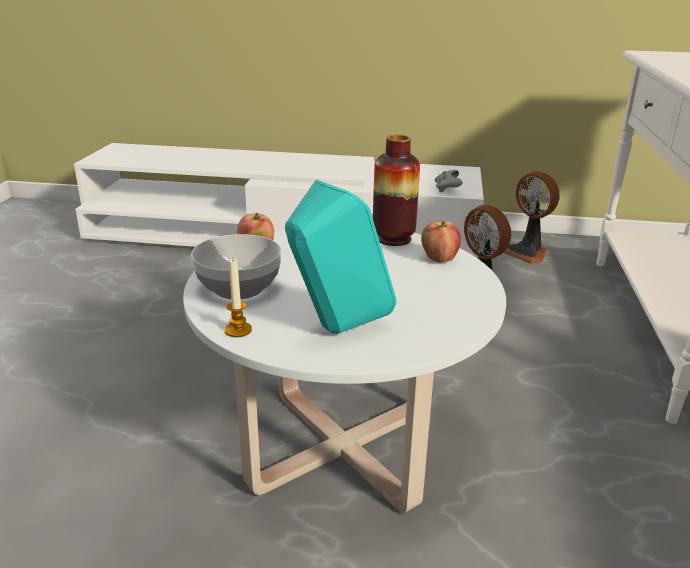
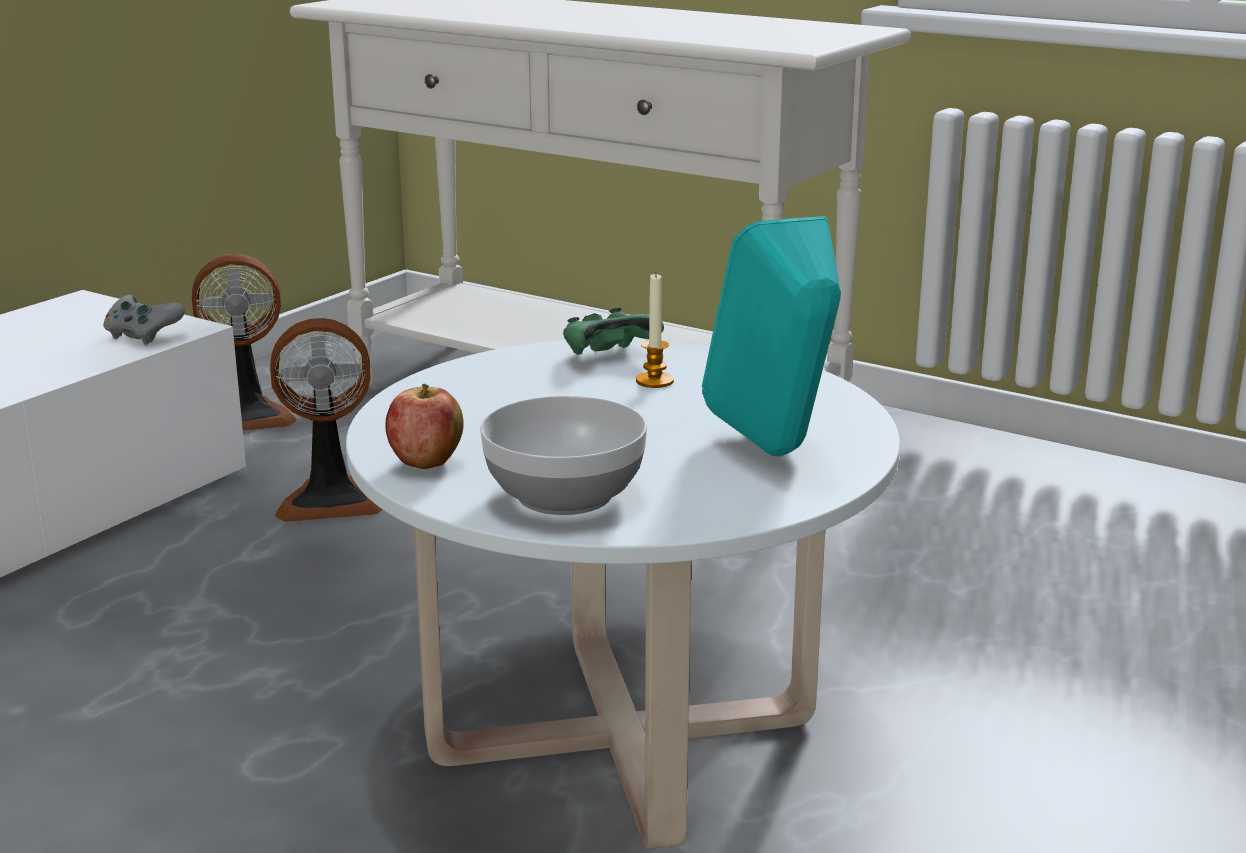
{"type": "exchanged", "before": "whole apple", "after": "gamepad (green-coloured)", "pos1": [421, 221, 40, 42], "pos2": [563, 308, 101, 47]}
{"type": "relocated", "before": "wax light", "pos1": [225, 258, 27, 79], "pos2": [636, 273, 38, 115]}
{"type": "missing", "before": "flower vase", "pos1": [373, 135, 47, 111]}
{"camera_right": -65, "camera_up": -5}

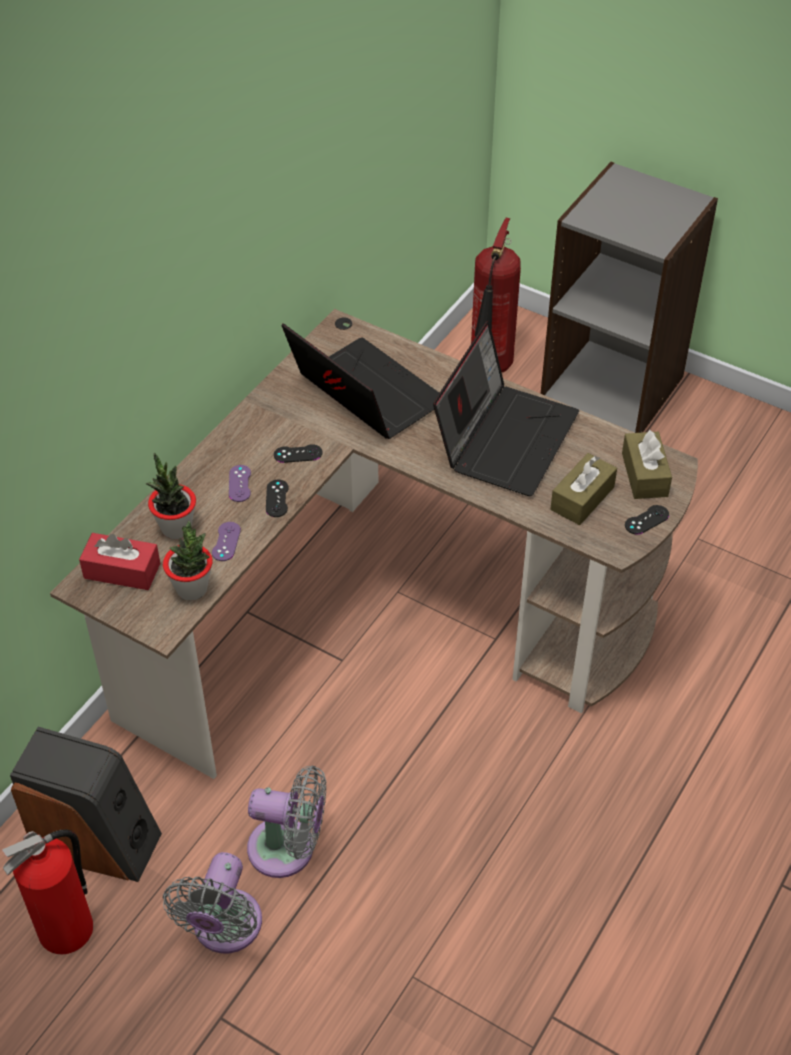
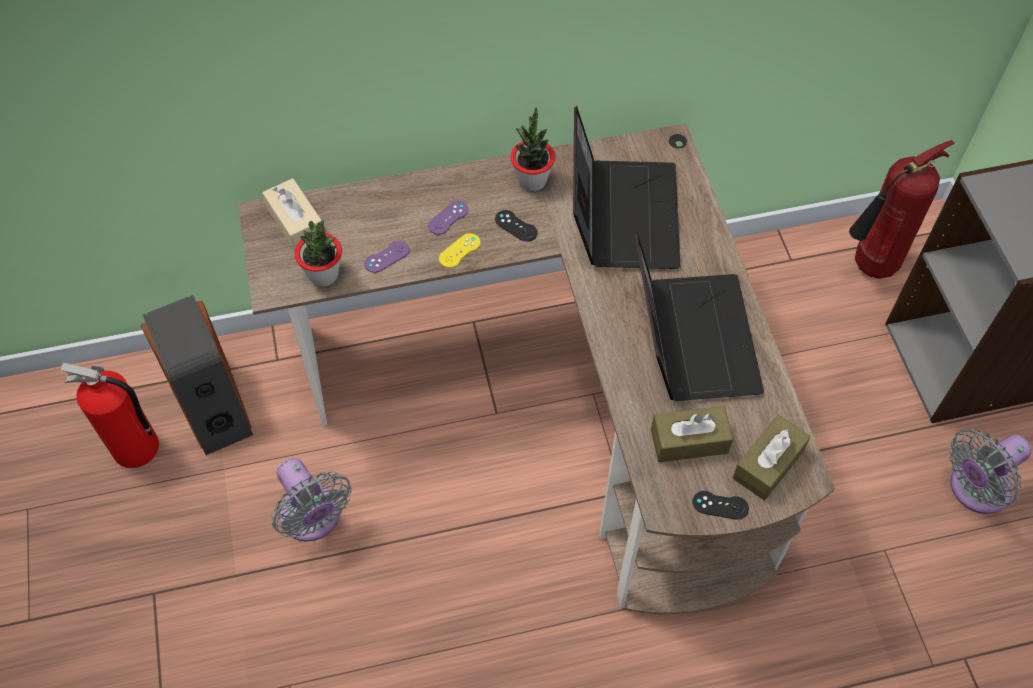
{"type": "colour", "before": "box of tissues (reddish)", "after": "box of tissues (sand-coloured)", "pos1": [79, 533, 81, 57], "pos2": [262, 178, 59, 74]}
{"type": "colour", "before": "gamepad (black)", "after": "gamepad (yellowish)", "pos1": [266, 480, 23, 37], "pos2": [439, 233, 41, 35]}
{"type": "relocated", "before": "potted plant", "pos1": [146, 452, 50, 87], "pos2": [510, 107, 45, 84]}
{"type": "spun", "before": "notebook computer", "pos1": [433, 321, 146, 175], "pos2": [634, 231, 130, 170], "turn": -75}
{"type": "relocated", "before": "cooling fan (gray)", "pos1": [163, 852, 99, 101], "pos2": [949, 429, 83, 85]}
{"camera_right": 45, "camera_up": 10}

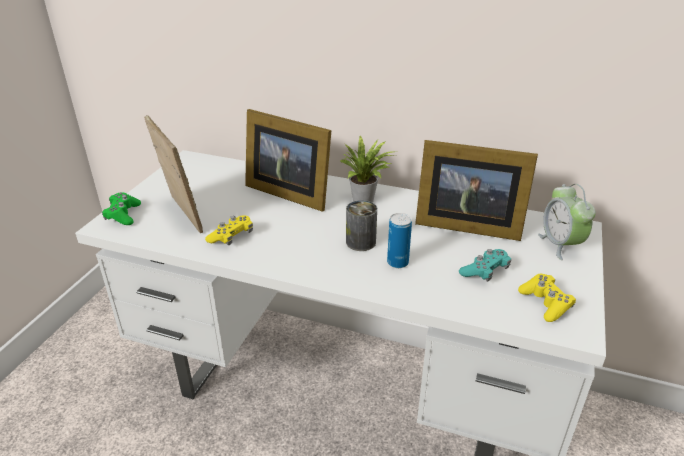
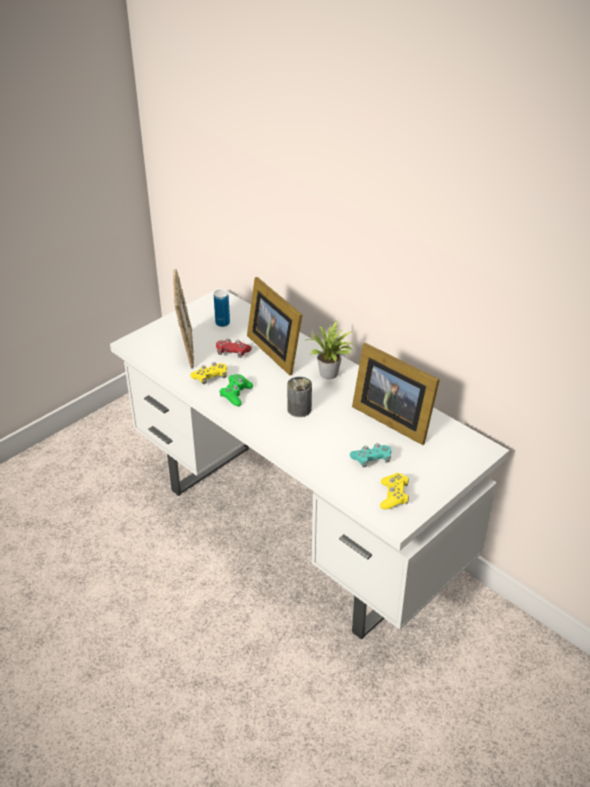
{"type": "relocated", "before": "metal can", "pos1": [387, 213, 25, 55], "pos2": [214, 289, 16, 38]}
{"type": "appeared", "after": "gamepad (reddish)", "pos2": [216, 338, 36, 20]}
{"type": "relocated", "before": "gamepad (green-coloured)", "pos1": [102, 192, 39, 33], "pos2": [220, 374, 33, 32]}
{"type": "missing", "before": "bedside clock", "pos1": [538, 184, 58, 76]}
{"camera_right": 25, "camera_up": 5}

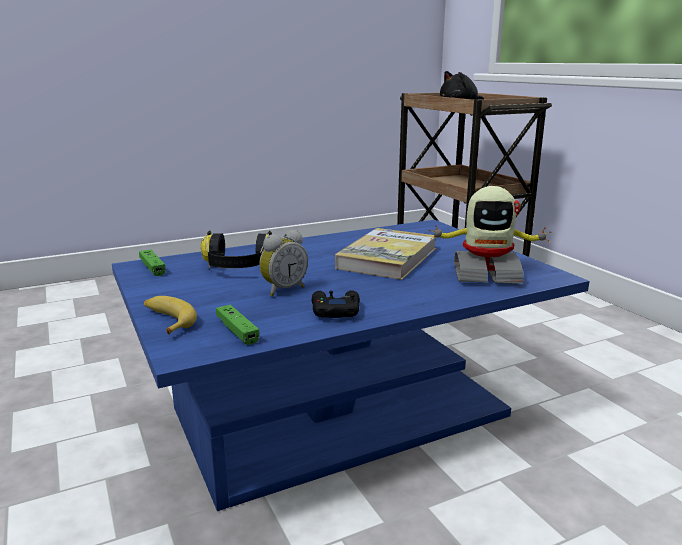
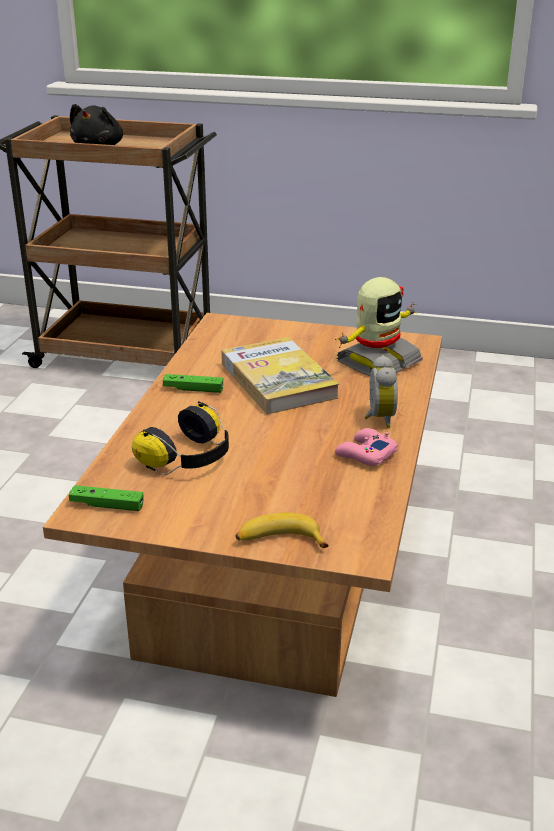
{"type": "colour", "before": "lounge table (bluish)", "after": "lounge table (brownish)", "pos1": [112, 220, 478, 291], "pos2": [43, 313, 399, 384]}
{"type": "relocated", "before": "gamepad (green-coloured)", "pos1": [216, 305, 43, 40], "pos2": [163, 374, 60, 19]}
{"type": "colour", "before": "gamepad (black)", "after": "gamepad (pinkish)", "pos1": [312, 290, 48, 28], "pos2": [335, 428, 63, 38]}
{"type": "relocated", "before": "bedside clock", "pos1": [259, 230, 49, 67], "pos2": [364, 355, 34, 73]}
{"camera_right": -50, "camera_up": 10}

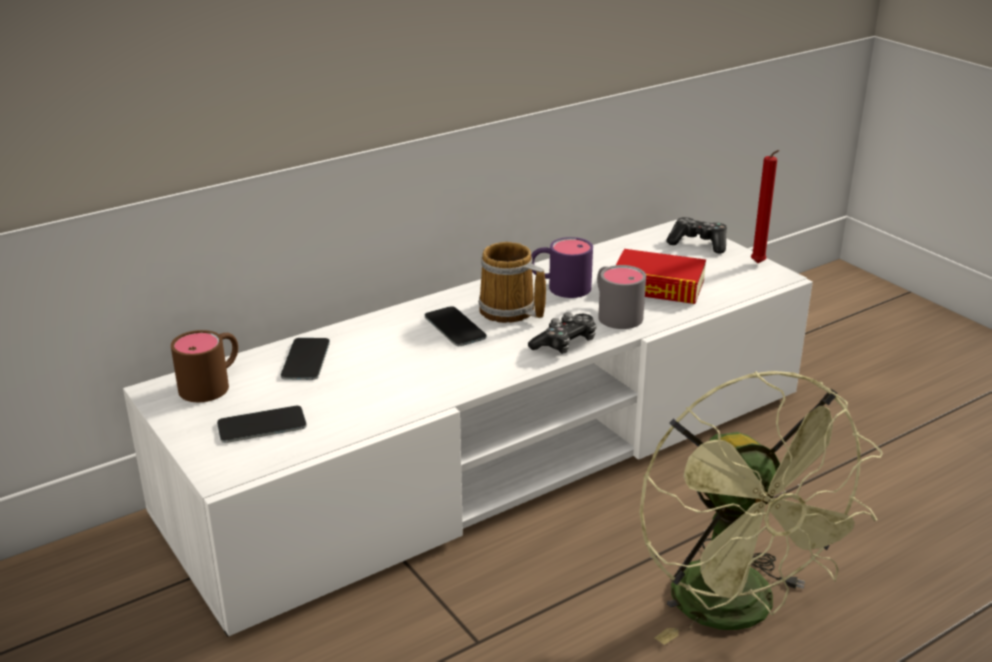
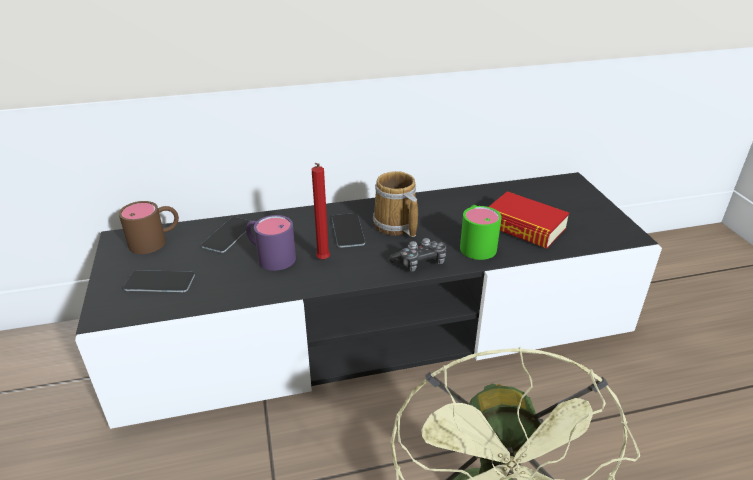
{"type": "colour", "before": "tv unit (whitish)", "after": "tv unit (black)", "pos1": [123, 220, 690, 417], "pos2": [75, 172, 587, 257]}
{"type": "relocated", "before": "mug (purplish)", "pos1": [531, 237, 62, 61], "pos2": [246, 215, 50, 56]}
{"type": "relocated", "before": "wax light (reddish)", "pos1": [751, 150, 28, 113], "pos2": [312, 163, 18, 97]}
{"type": "colour", "before": "mug (gray)", "after": "mug (green-coloured)", "pos1": [597, 265, 49, 64], "pos2": [460, 205, 42, 55]}
{"type": "missing", "before": "gamepad", "pos1": [666, 217, 61, 37]}
{"camera_right": 20, "camera_up": 5}

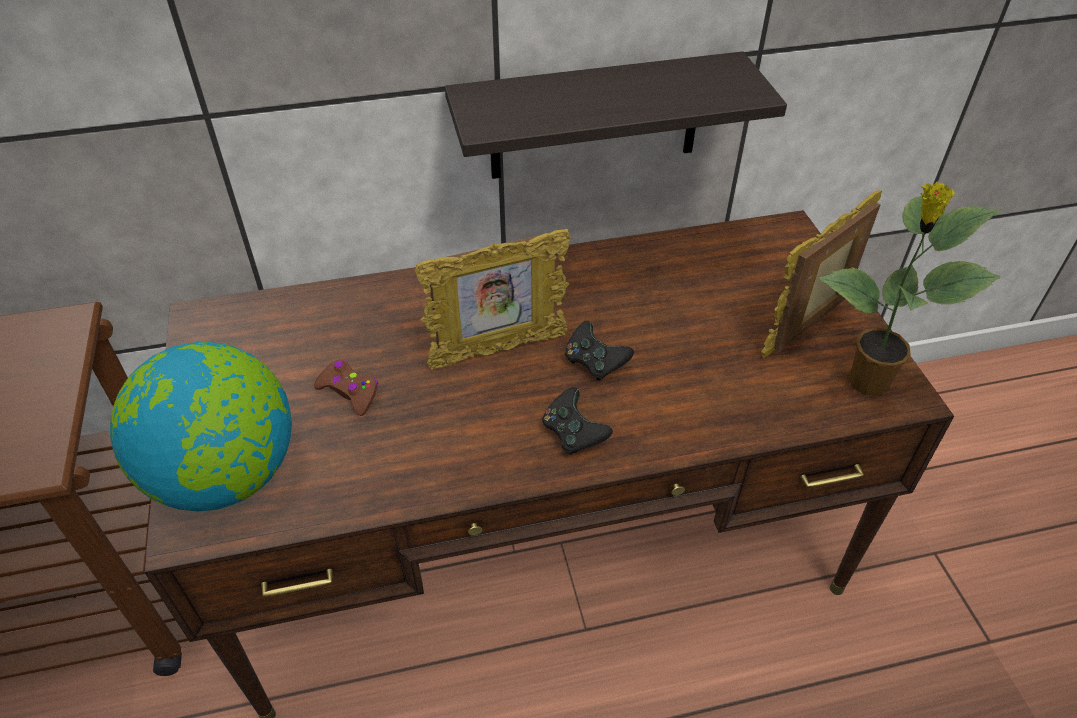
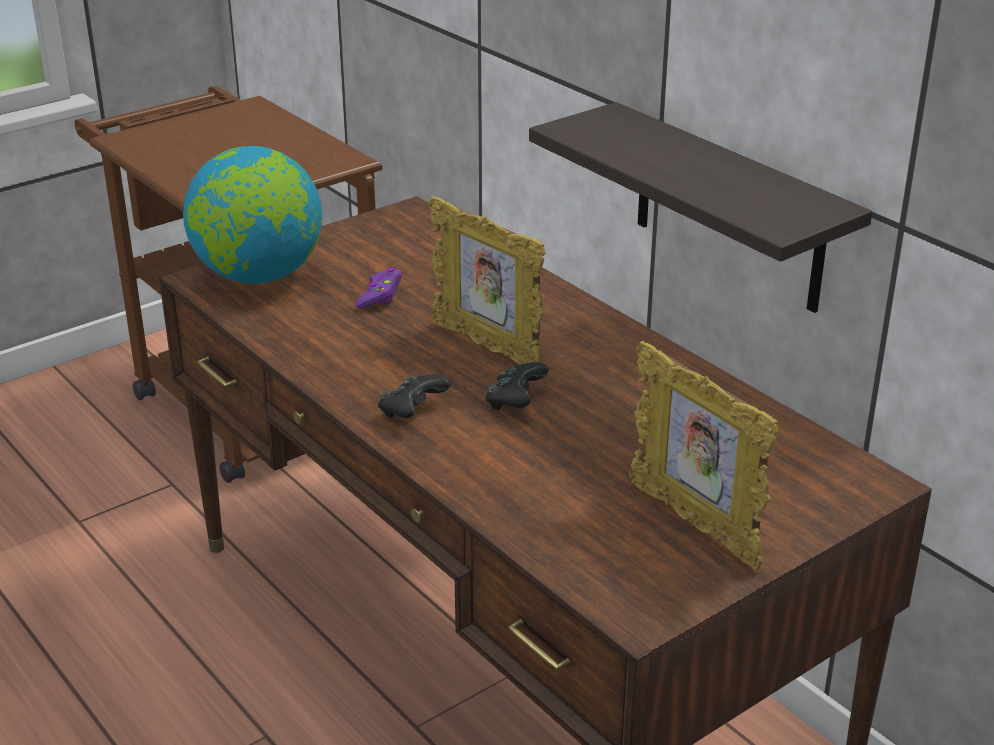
{"type": "colour", "before": "gamepad (brownish)", "after": "gamepad (purplish)", "pos1": [314, 359, 64, 57], "pos2": [355, 268, 47, 41]}
{"type": "spun", "before": "photo frame", "pos1": [761, 190, 121, 168], "pos2": [629, 341, 150, 228], "turn": -150}
{"type": "missing", "before": "potted plant", "pos1": [818, 182, 183, 214]}
{"camera_right": 65, "camera_up": -15}

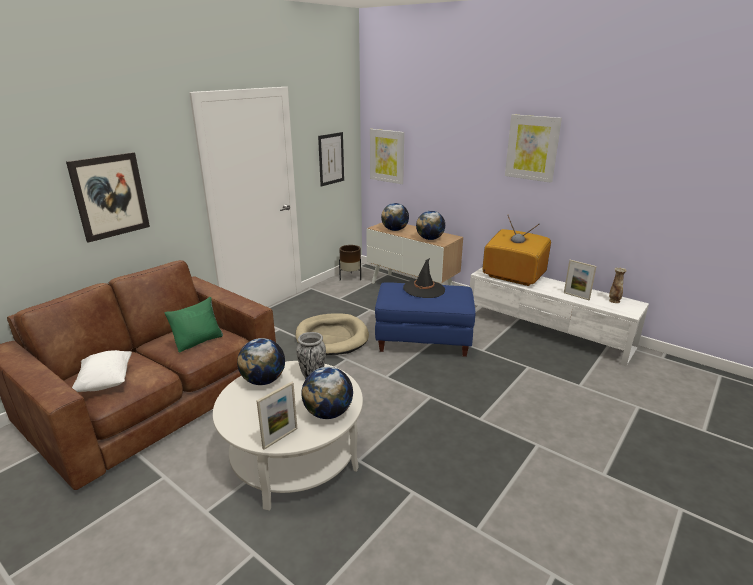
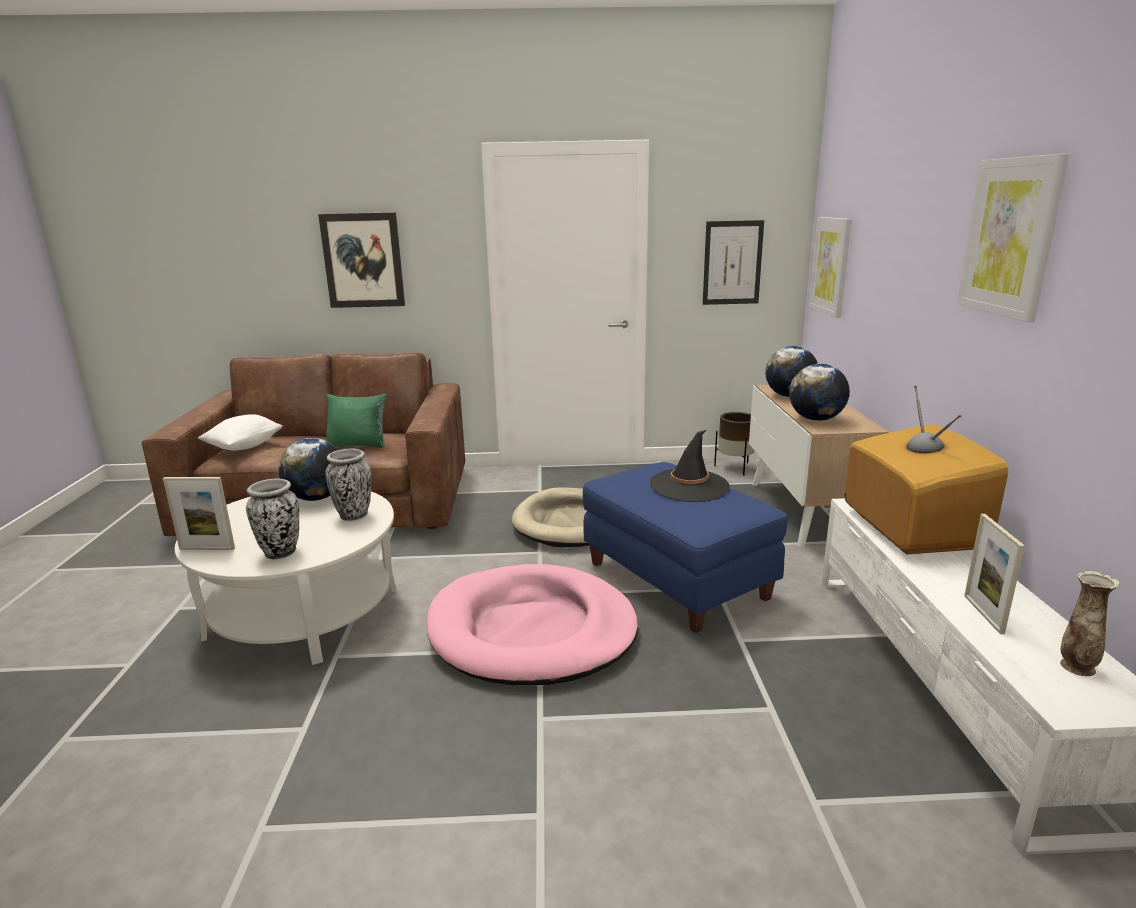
{"type": "exchanged", "before": "world globe", "after": "flower vase", "pos1": [302, 367, 51, 52], "pos2": [246, 479, 53, 80]}
{"type": "appeared", "after": "pet bed (pinkish)", "pos2": [426, 564, 212, 121]}
{"camera_right": 50, "camera_up": -5}

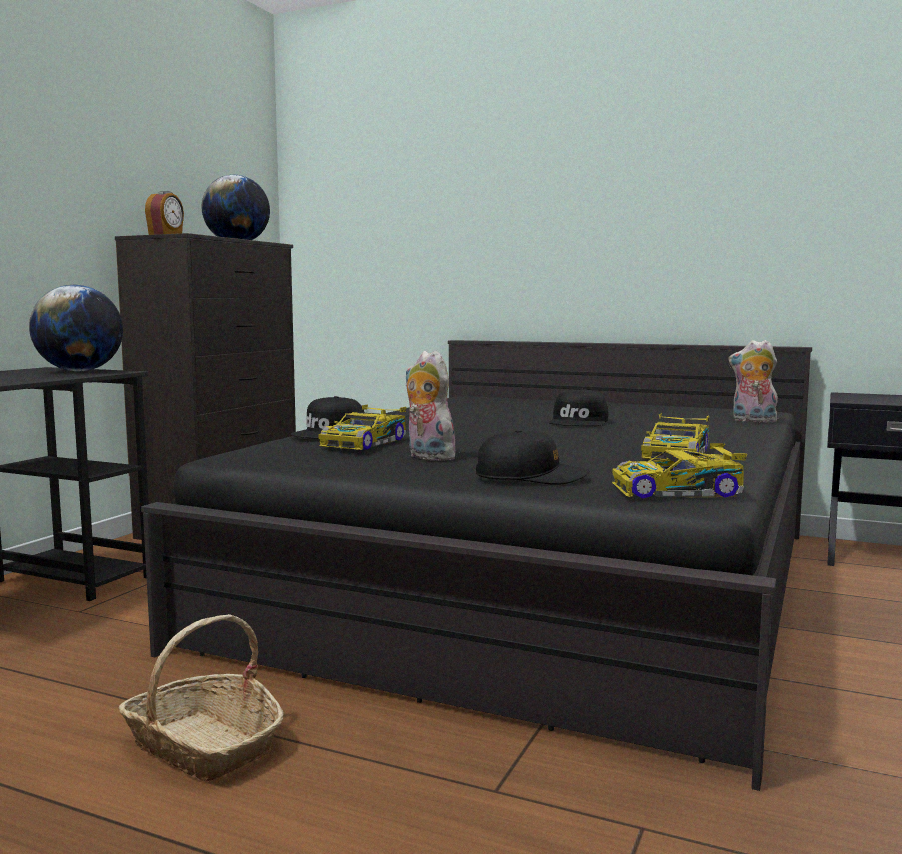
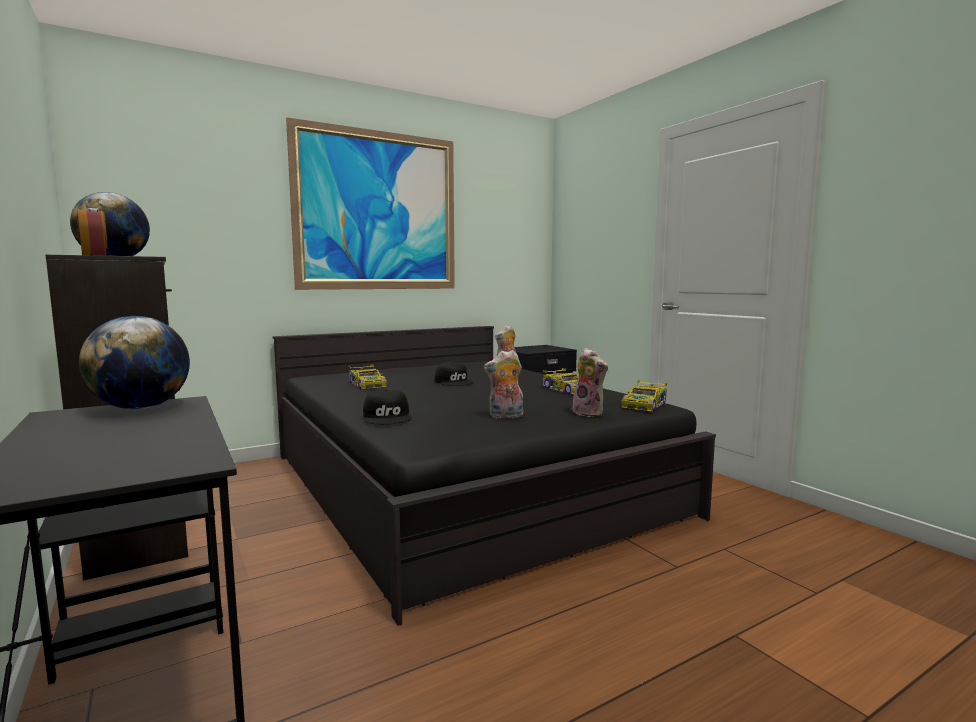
{"type": "appeared", "after": "picture", "pos2": [286, 117, 169, 173]}
{"type": "relocated", "before": "toy car", "pos1": [318, 404, 88, 46], "pos2": [349, 364, 38, 25]}
{"type": "exchanged", "before": "peaked cap (black)", "after": "soft toy", "pos1": [476, 430, 113, 55], "pos2": [572, 348, 36, 69]}
{"type": "missing", "before": "household basket", "pos1": [118, 614, 166, 167]}
{"camera_right": -55, "camera_up": 0}

